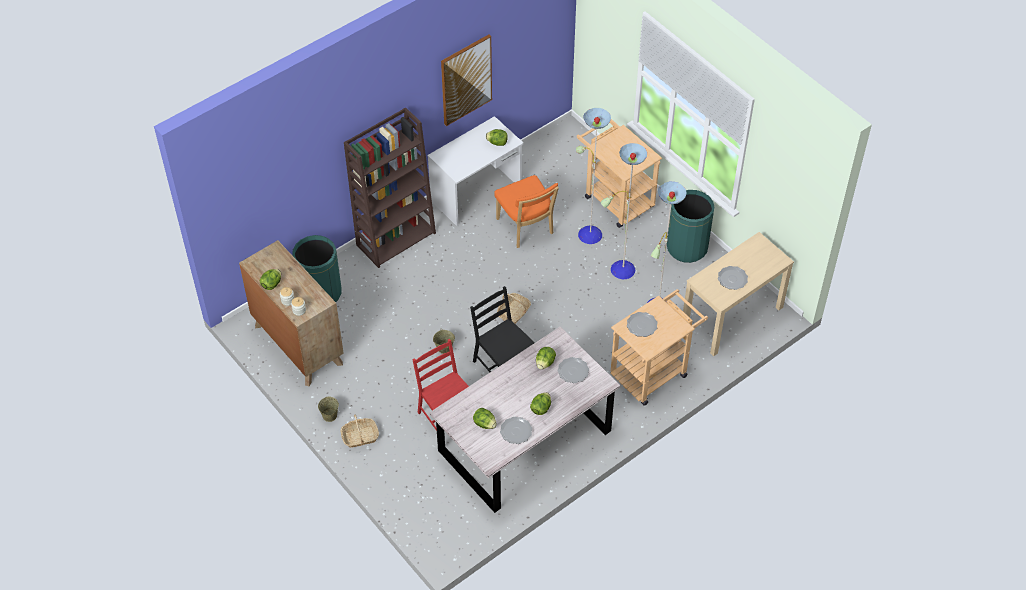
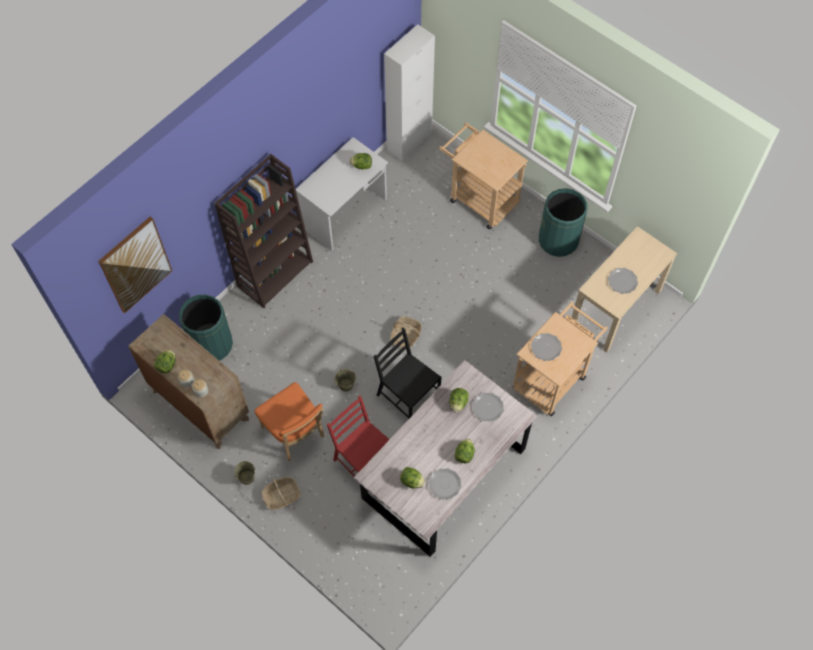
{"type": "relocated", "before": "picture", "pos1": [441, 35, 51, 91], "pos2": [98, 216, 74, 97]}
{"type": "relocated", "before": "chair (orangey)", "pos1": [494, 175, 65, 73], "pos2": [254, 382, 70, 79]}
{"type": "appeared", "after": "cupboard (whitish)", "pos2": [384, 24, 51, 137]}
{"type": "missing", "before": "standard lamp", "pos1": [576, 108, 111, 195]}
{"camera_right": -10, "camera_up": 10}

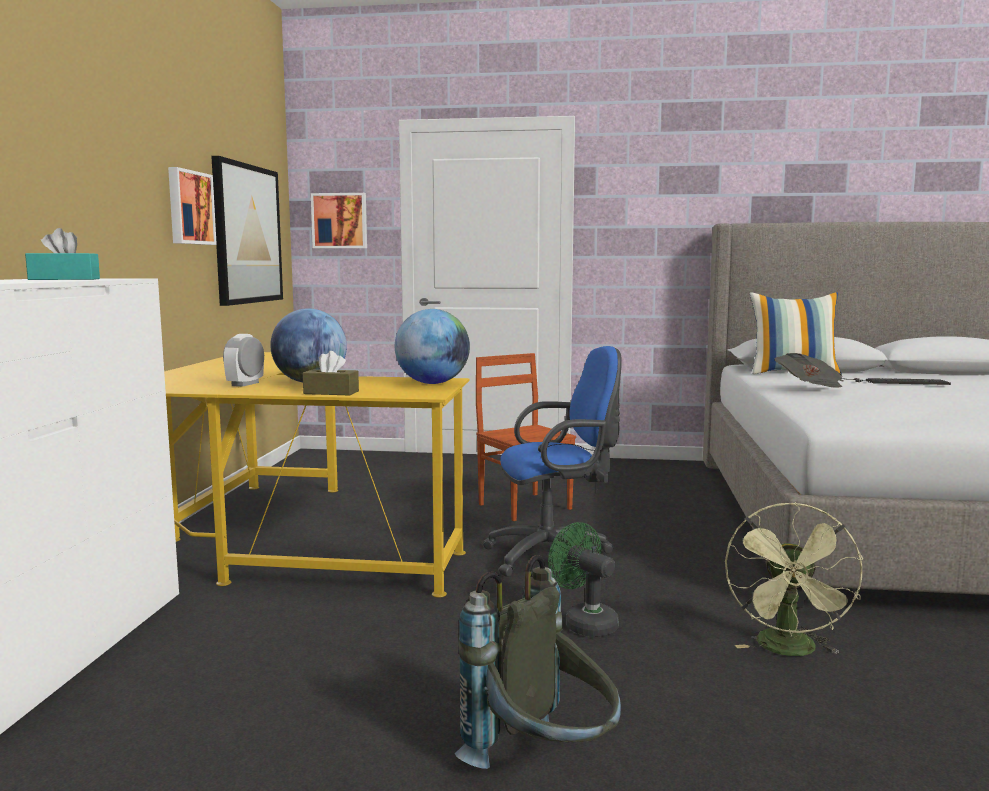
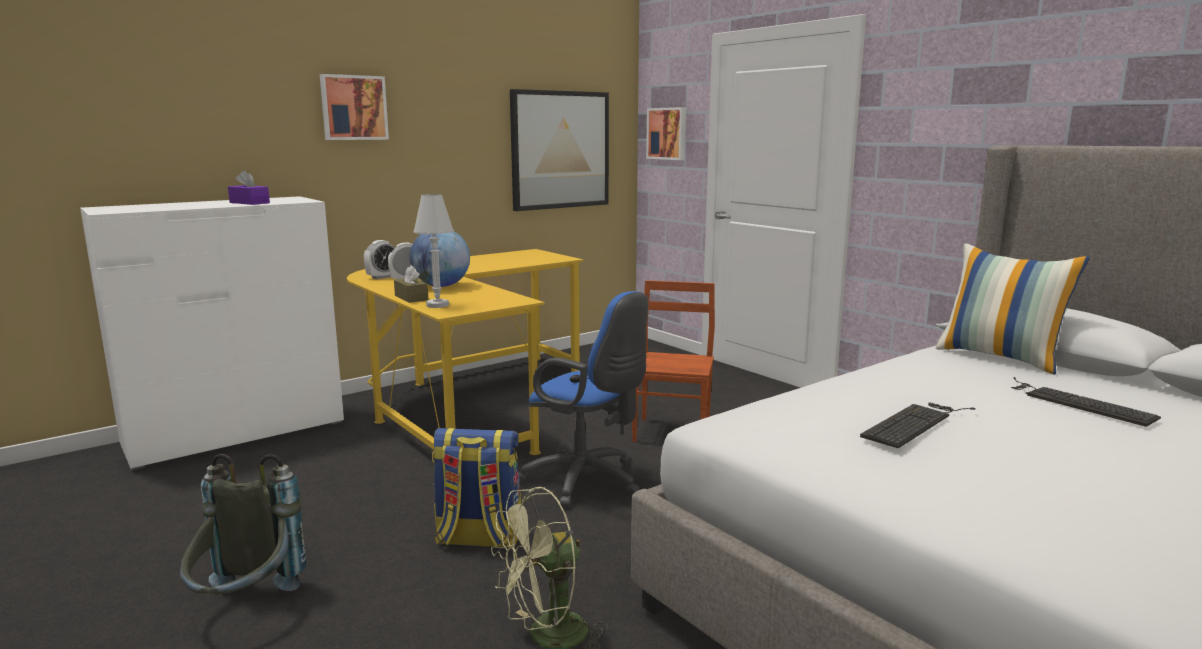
{"type": "colour", "before": "box of tissues (turquoise-coloured)", "after": "box of tissues (purplish)", "pos1": [25, 228, 75, 52], "pos2": [228, 170, 42, 35]}
{"type": "relocated", "before": "picture", "pos1": [168, 167, 49, 78], "pos2": [320, 74, 69, 66]}
{"type": "appeared", "after": "bedside clock", "pos2": [364, 240, 31, 39]}
{"type": "appeared", "after": "tabletop lamp (whitish)", "pos2": [414, 194, 40, 114]}
{"type": "exchanged", "before": "cooling fan (green-coloured)", "after": "backpack", "pos1": [548, 522, 71, 115], "pos2": [432, 428, 89, 119]}
{"type": "appeared", "after": "computer keyboard", "pos2": [860, 403, 116, 45]}
{"type": "missing", "before": "world globe", "pos1": [395, 309, 75, 75]}
{"type": "missing", "before": "printed paper", "pos1": [775, 353, 69, 34]}
{"camera_right": 45, "camera_up": 5}

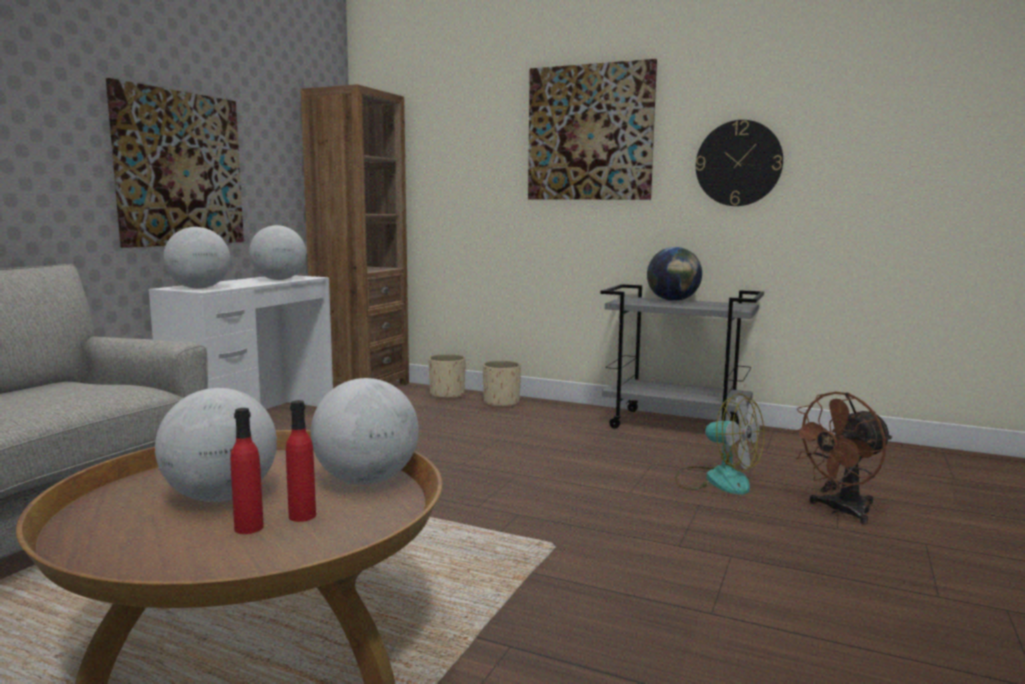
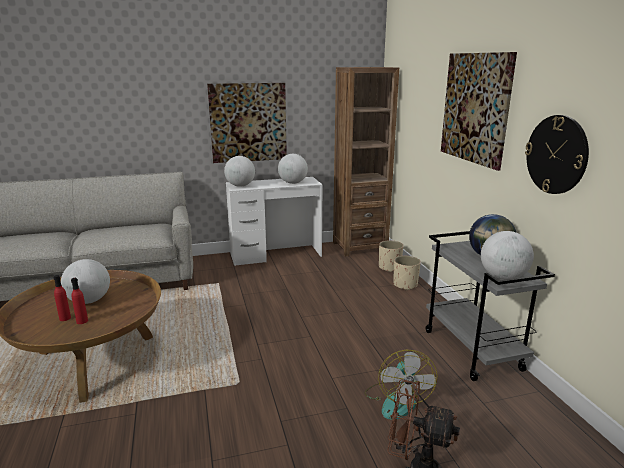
{"type": "relocated", "before": "world globe", "pos1": [311, 378, 108, 107], "pos2": [481, 231, 53, 49]}
{"camera_right": 50, "camera_up": 10}

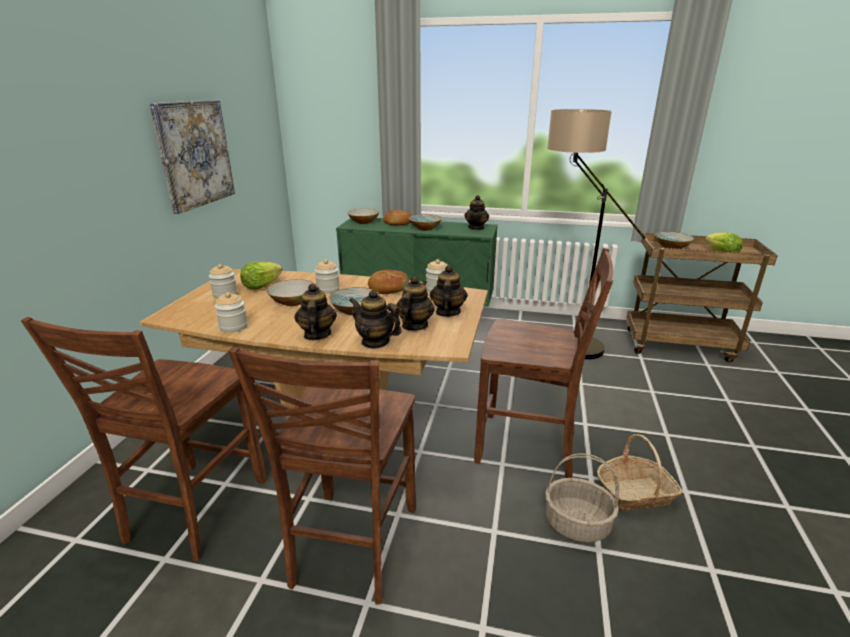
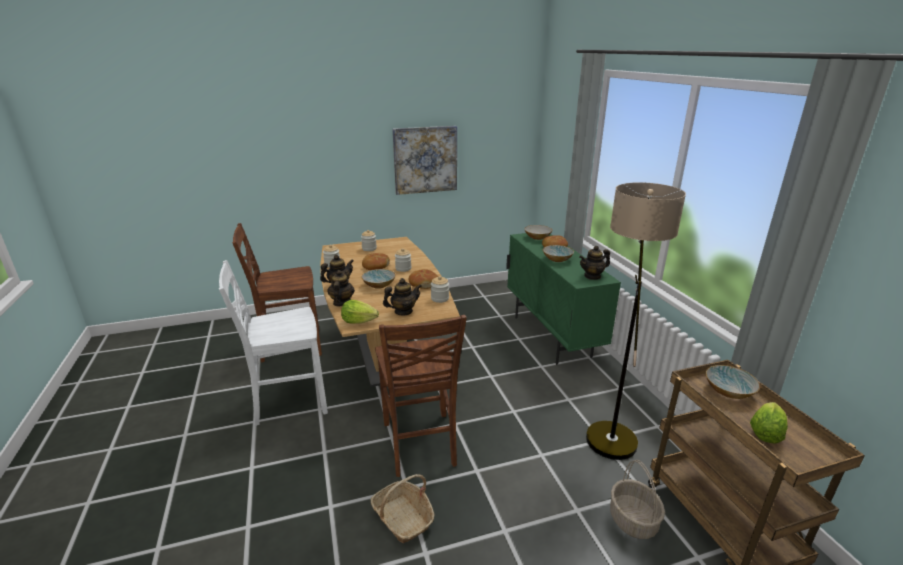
{"type": "colour", "before": "chair (brownish)", "after": "chair (whitish)", "pos1": [228, 347, 188, 258], "pos2": [219, 260, 109, 166]}
{"type": "relocated", "before": "lettuce head", "pos1": [240, 262, 42, 28], "pos2": [341, 300, 38, 24]}
{"type": "exchanged", "before": "deep dish", "after": "bread", "pos1": [267, 279, 49, 27], "pos2": [362, 253, 28, 17]}
{"type": "relocated", "before": "household basket", "pos1": [545, 453, 74, 90], "pos2": [610, 460, 55, 79]}
{"type": "missing", "before": "pot for tea", "pos1": [397, 276, 37, 55]}
{"camera_right": 60, "camera_up": 0}

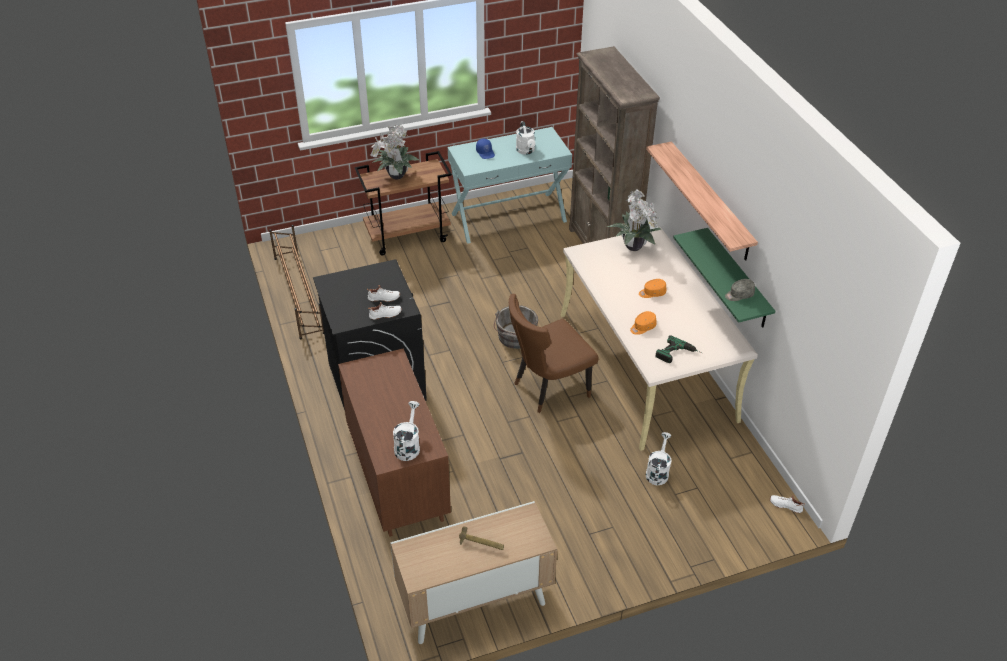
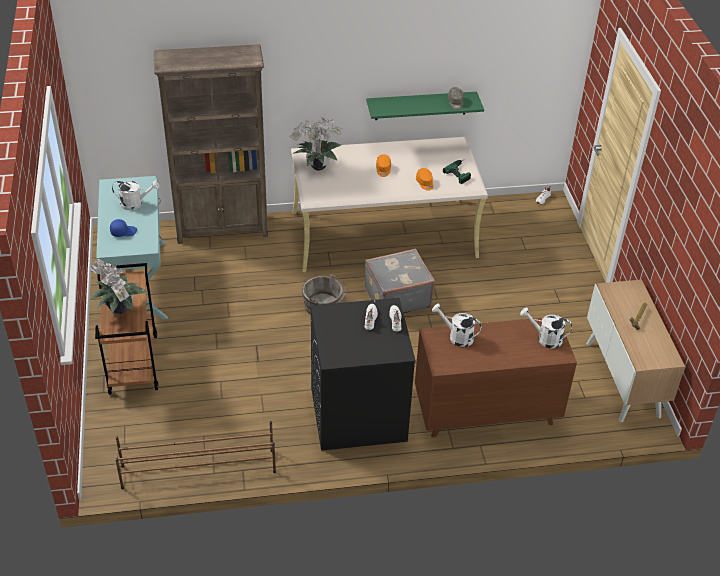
{"type": "exchanged", "before": "chair (brownish)", "after": "piece of luggage (gray)", "pos1": [509, 294, 90, 119], "pos2": [365, 248, 70, 66]}
{"type": "relocated", "before": "sprinkling can (whitish)", "pos1": [646, 432, 26, 53], "pos2": [432, 304, 49, 43]}
{"type": "missing", "before": "shelf", "pos1": [646, 141, 112, 120]}
{"camera_right": -80, "camera_up": 0}

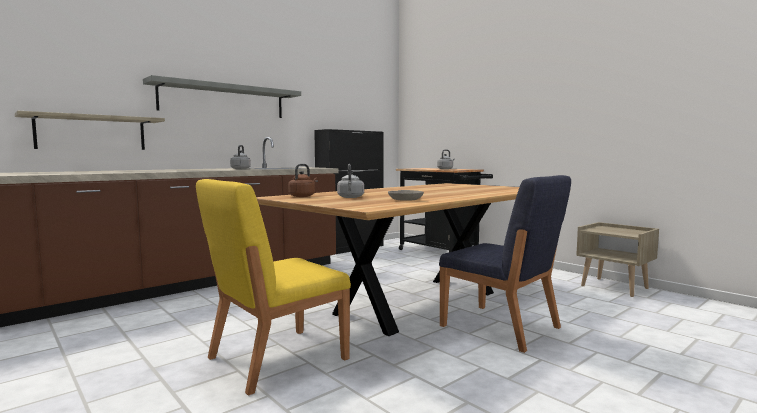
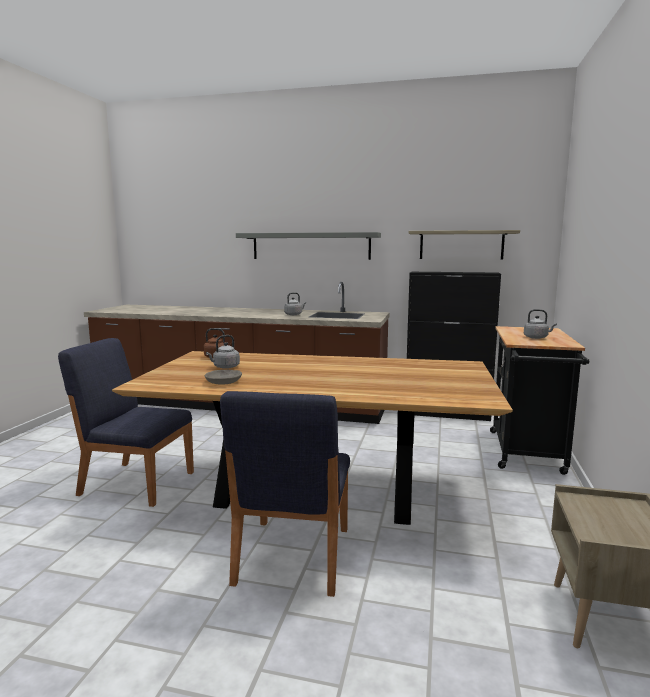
{"type": "colour", "before": "chair (yellowish)", "after": "chair (bluish)", "pos1": [196, 179, 155, 216], "pos2": [58, 338, 136, 169]}
{"type": "relocated", "before": "shelf", "pos1": [15, 111, 150, 39], "pos2": [408, 230, 112, 29]}
{"camera_right": 55, "camera_up": 5}

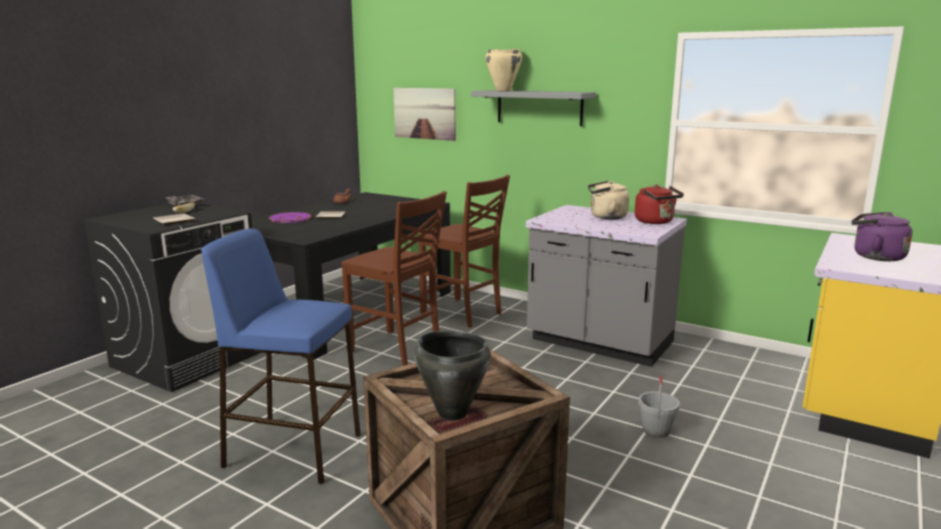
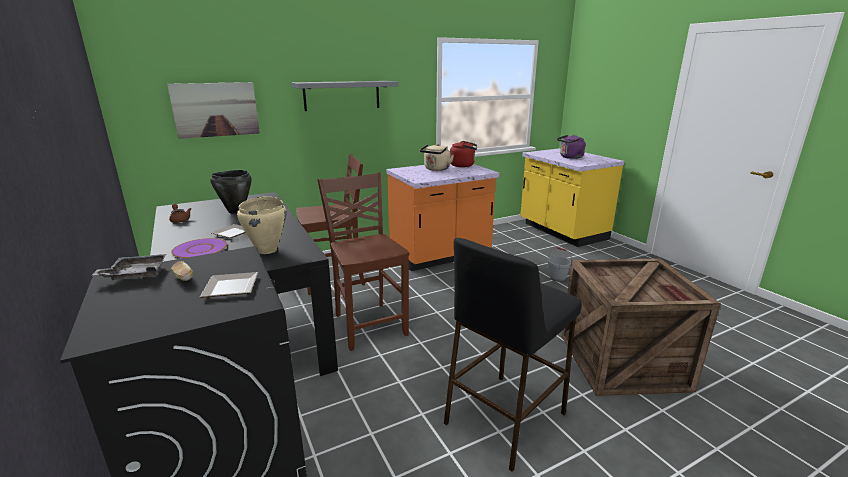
{"type": "relocated", "before": "stockpot (black)", "pos1": [414, 331, 77, 90], "pos2": [210, 170, 42, 44]}
{"type": "relocated", "before": "stockpot (sand-coloured)", "pos1": [485, 49, 37, 42], "pos2": [237, 196, 50, 58]}
{"type": "spun", "before": "chair (brownish)", "pos1": [341, 191, 106, 175], "pos2": [317, 172, 93, 179], "turn": -90}
{"type": "colour", "before": "counter (gray)", "after": "counter (orangey)", "pos1": [526, 205, 161, 162], "pos2": [386, 164, 113, 107]}
{"type": "colour", "before": "stool seat (bluish)", "after": "stool seat (black)", "pos1": [201, 229, 160, 255], "pos2": [444, 238, 138, 234]}
{"camera_right": -60, "camera_up": 5}

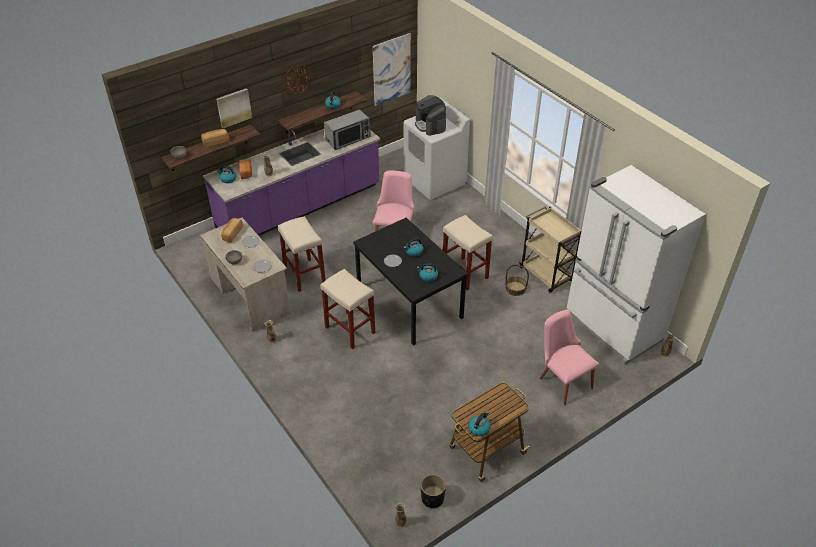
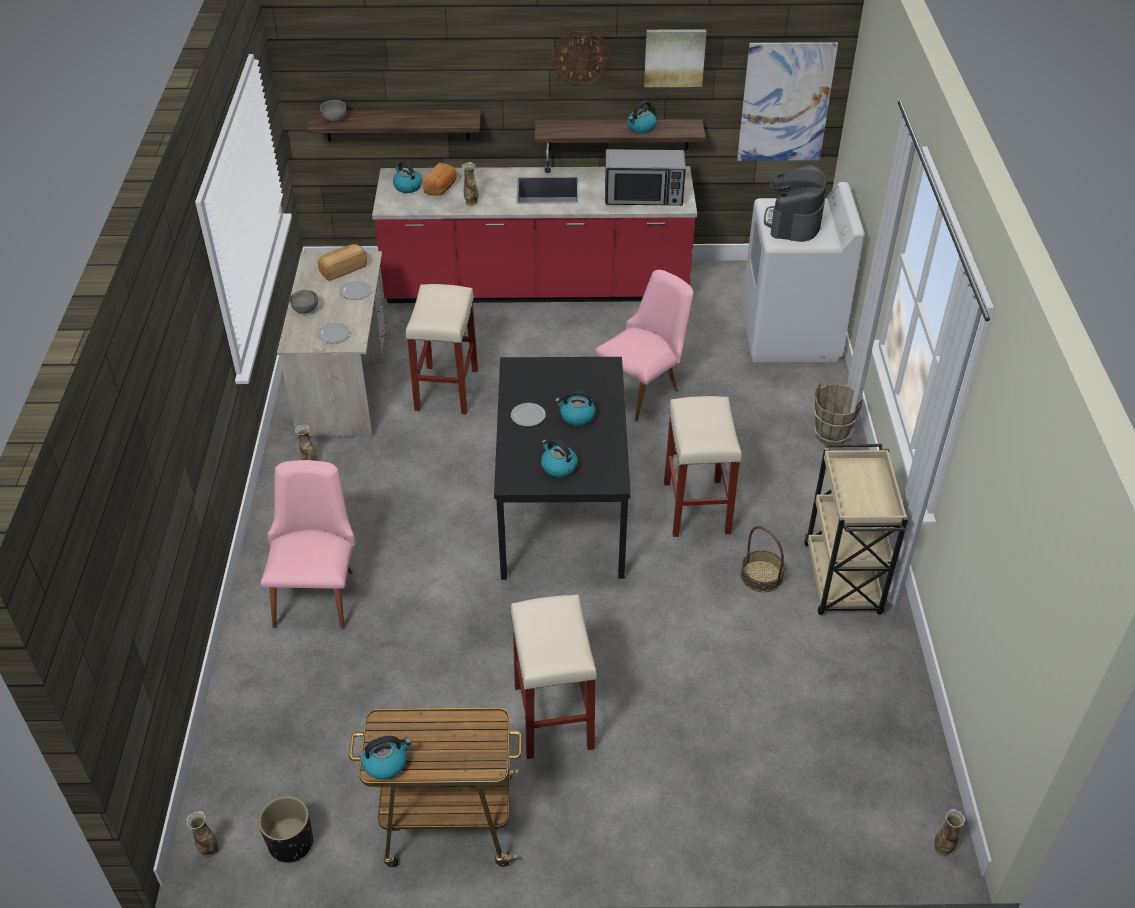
{"type": "relocated", "before": "chair (pinkish)", "pos1": [540, 310, 59, 95], "pos2": [261, 460, 95, 170]}
{"type": "colour", "before": "counter (purplish)", "after": "counter (reddish)", "pos1": [203, 129, 177, 107], "pos2": [372, 143, 325, 160]}
{"type": "relocated", "before": "stool seat (sand-coloured)", "pos1": [321, 269, 54, 80], "pos2": [510, 595, 87, 164]}
{"type": "relocated", "before": "picture", "pos1": [216, 88, 36, 40], "pos2": [644, 29, 63, 58]}
{"type": "appeared", "after": "bucket (brownish)", "pos2": [813, 382, 50, 63]}
{"type": "missing", "before": "bread", "pos1": [201, 129, 28, 18]}
{"type": "missing", "before": "fridge (whitish)", "pos1": [567, 165, 139, 200]}
{"camera_right": 35, "camera_up": 0}

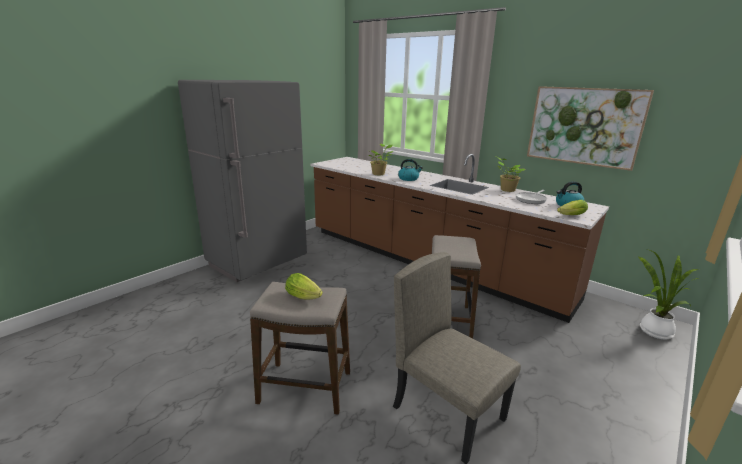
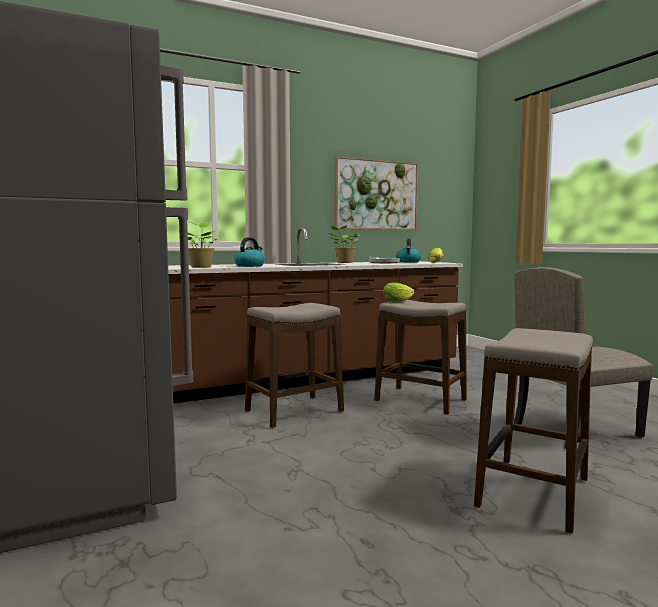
{"type": "appeared", "after": "stool seat", "pos2": [245, 303, 99, 125]}
{"type": "relocated", "before": "lettuce head", "pos1": [285, 273, 38, 27], "pos2": [383, 282, 32, 20]}
{"type": "missing", "before": "potted plant", "pos1": [639, 249, 61, 91]}
{"camera_right": -65, "camera_up": -15}

